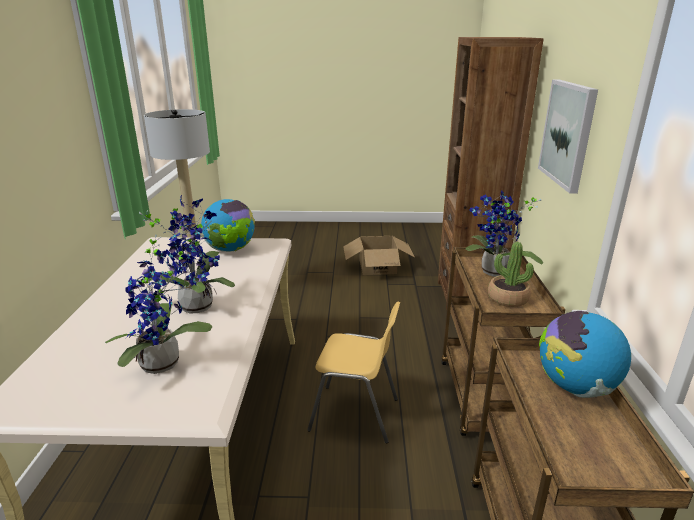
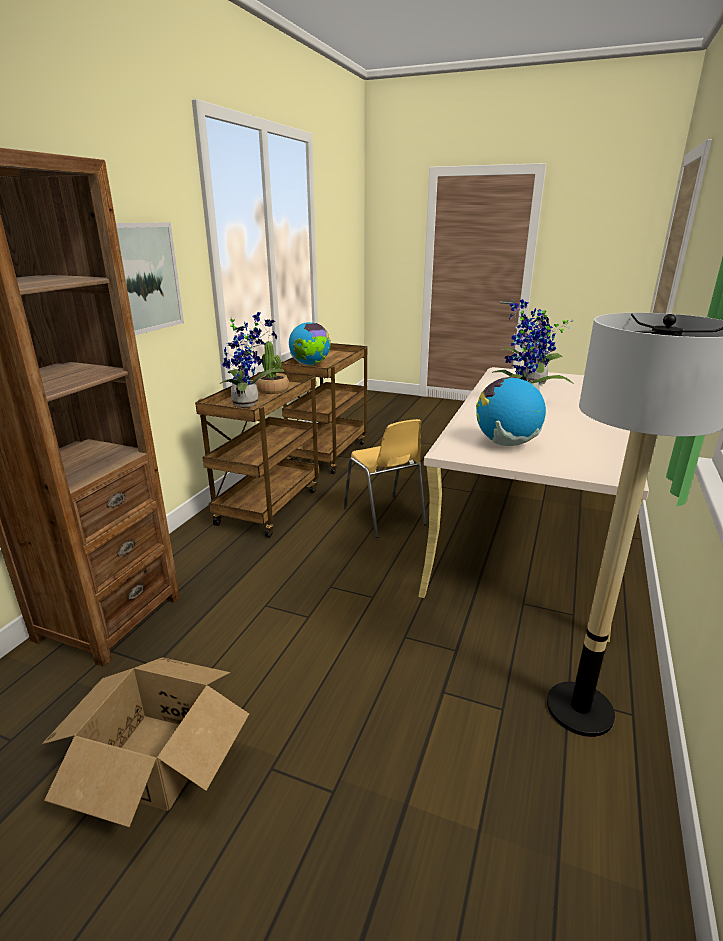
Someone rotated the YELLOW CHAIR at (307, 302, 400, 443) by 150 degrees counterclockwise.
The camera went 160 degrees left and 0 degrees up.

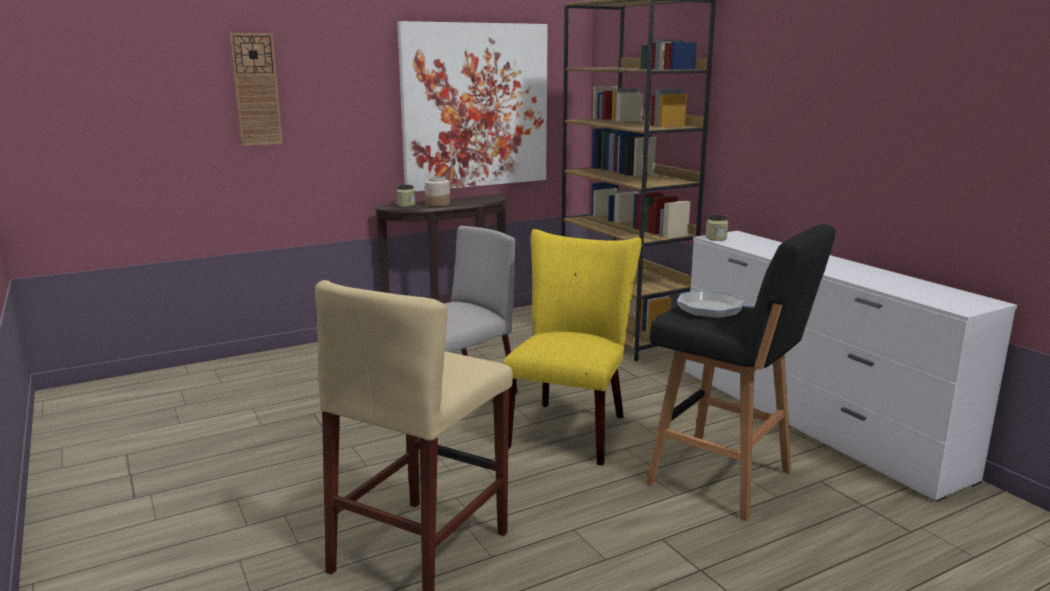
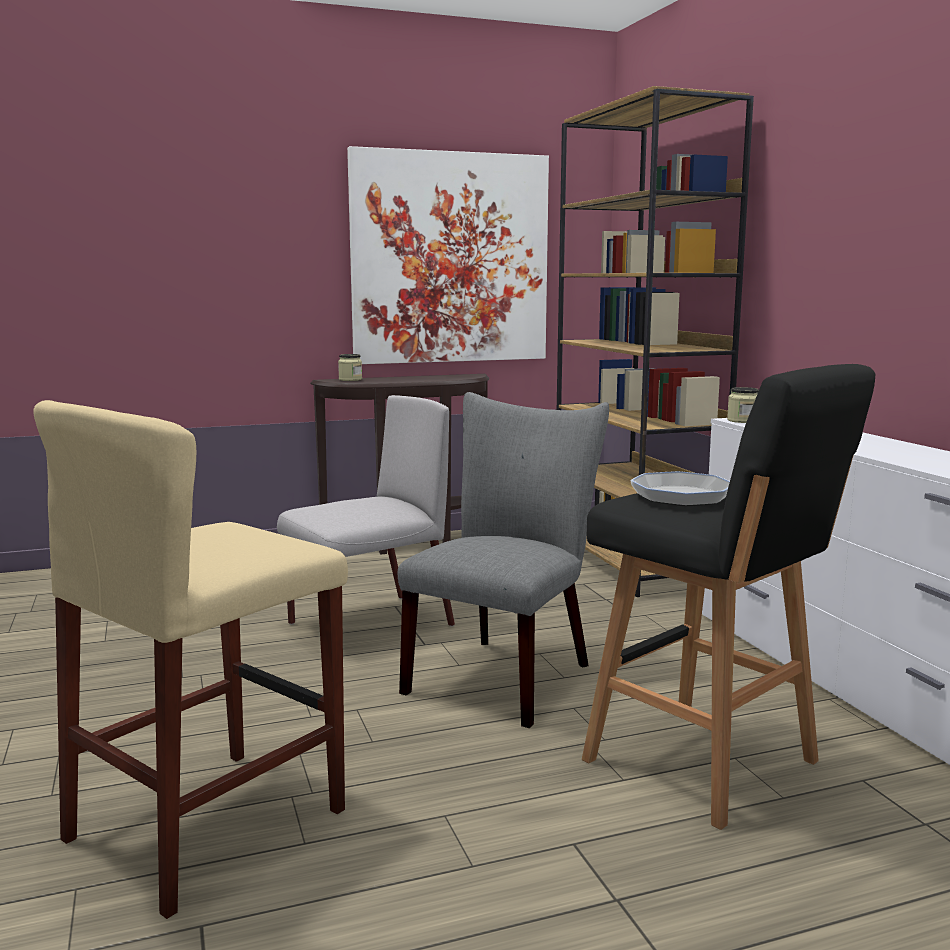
Someone took away the WALL CLOCK at (229, 33, 283, 146).
Someone took away the JAR at (425, 176, 450, 206).
Someone repainted the YELLOW CHAIR at (503, 229, 641, 466), which became the GREY CHAIR at (398, 392, 609, 728).
The camera went 10 degrees right and 5 degrees down.

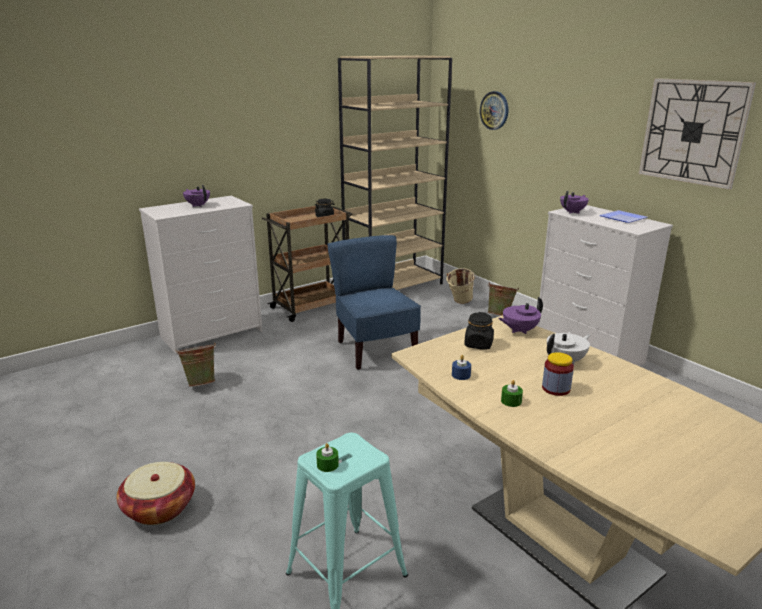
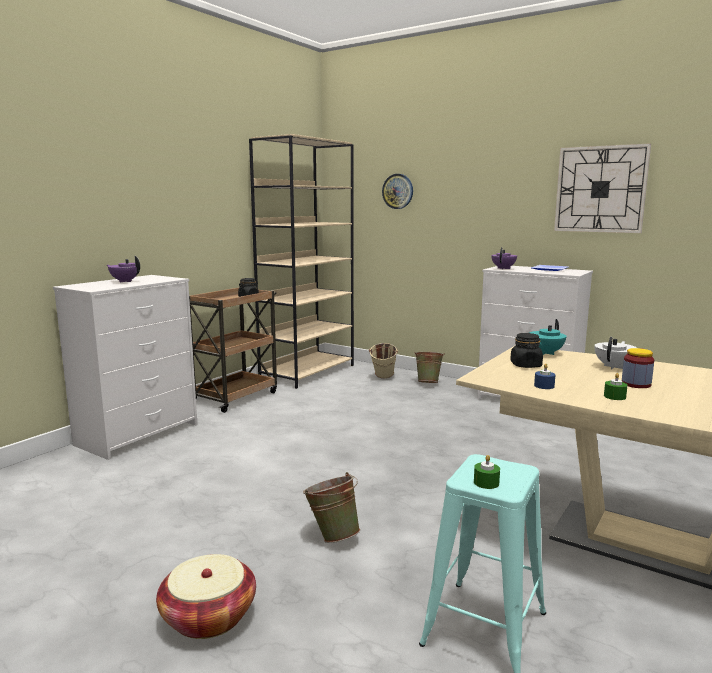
Someone took away the BLUE CHAIR at (327, 235, 421, 370).
Someone repainted the PURPLE TEAPOT at (498, 297, 543, 334), which became the TURQUOISE TEAPOT at (529, 319, 566, 355).
Someone carried the GREEN BUCKET from (175, 342, 216, 387) to (303, 472, 360, 543).
The camera went 20 degrees left and 10 degrees down.

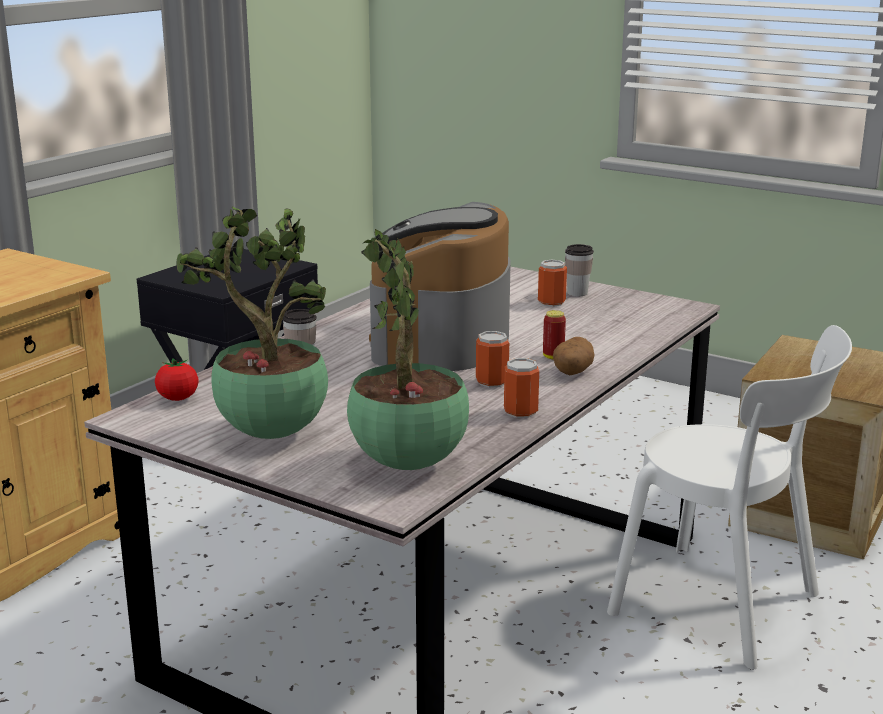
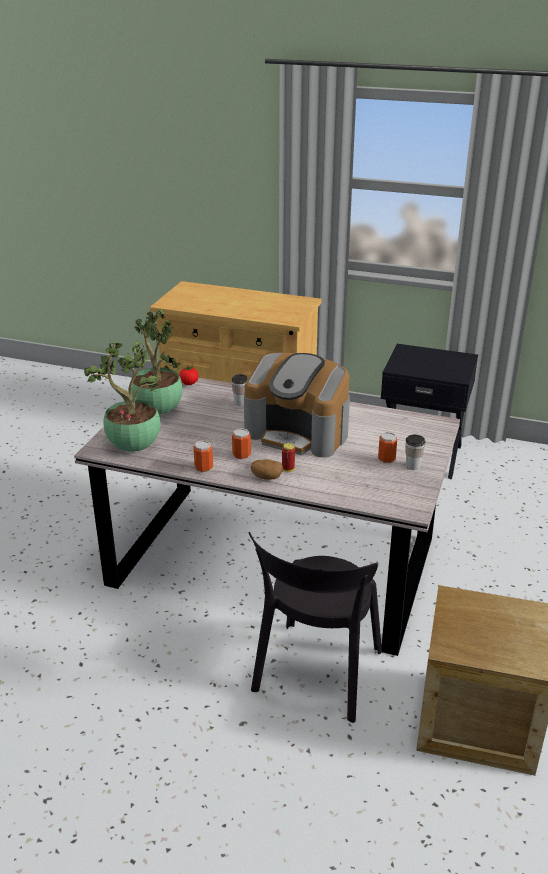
Someone rotated the COFFEE MACHINE at (369, 202, 511, 371) by 150 degrees counterclockwise.
Someone repainted the WHITE CHAIR at (607, 325, 852, 670), which became the BLACK CHAIR at (249, 532, 382, 723).
The camera went 75 degrees right and 10 degrees up.

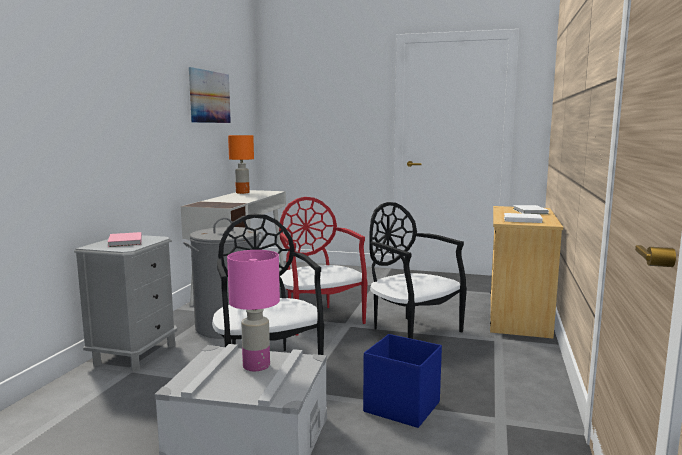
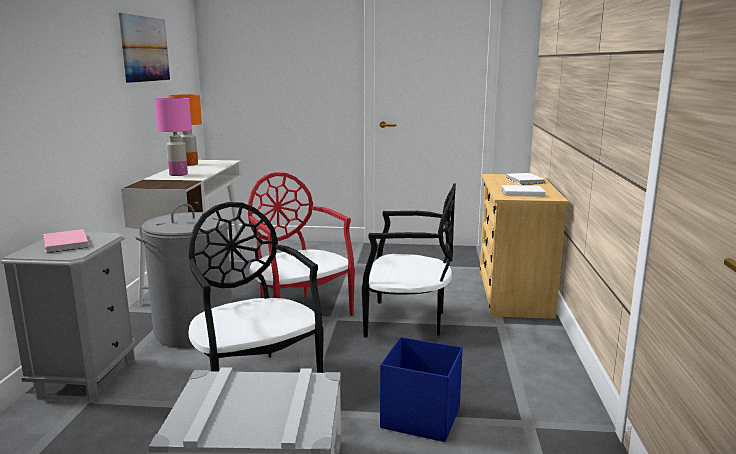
Someone rotated the BLACK CHAIR at (369, 202, 467, 339) by 150 degrees clockwise.
Someone carried the PINK TABLE LAMP from (227, 250, 280, 371) to (155, 98, 192, 176).
The camera went 10 degrees left and 5 degrees up.

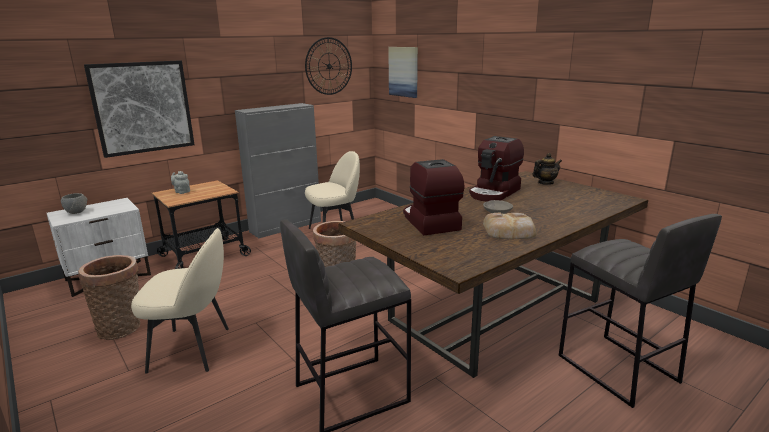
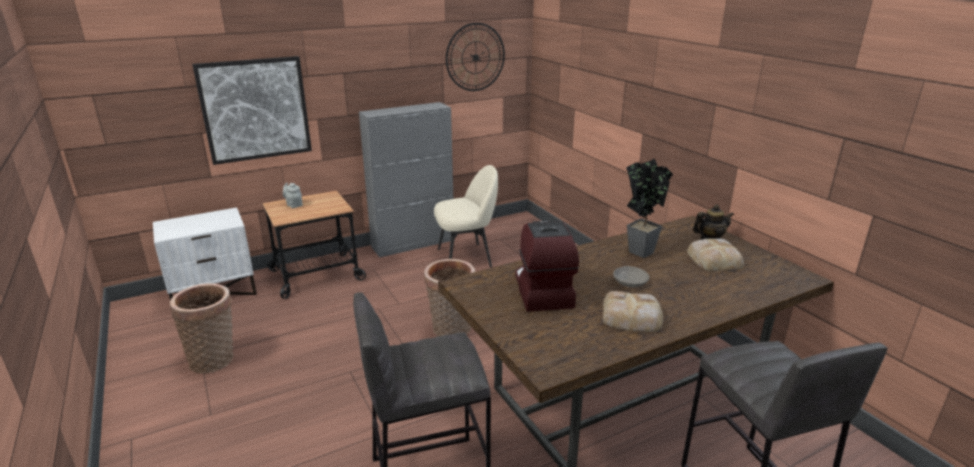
Someone took away the PICTURE at (388, 47, 418, 98).
Someone swapped the COFFEE MACHINE at (469, 136, 524, 202) for the POTTED PLANT at (626, 157, 673, 258).
Someone took away the GREY BOWL at (61, 193, 88, 214).
Someone took away the BEIGE CHAIR at (131, 228, 229, 374).
Someone put down the BREAD at (687, 239, 744, 271).
The camera went 10 degrees right and 5 degrees up.

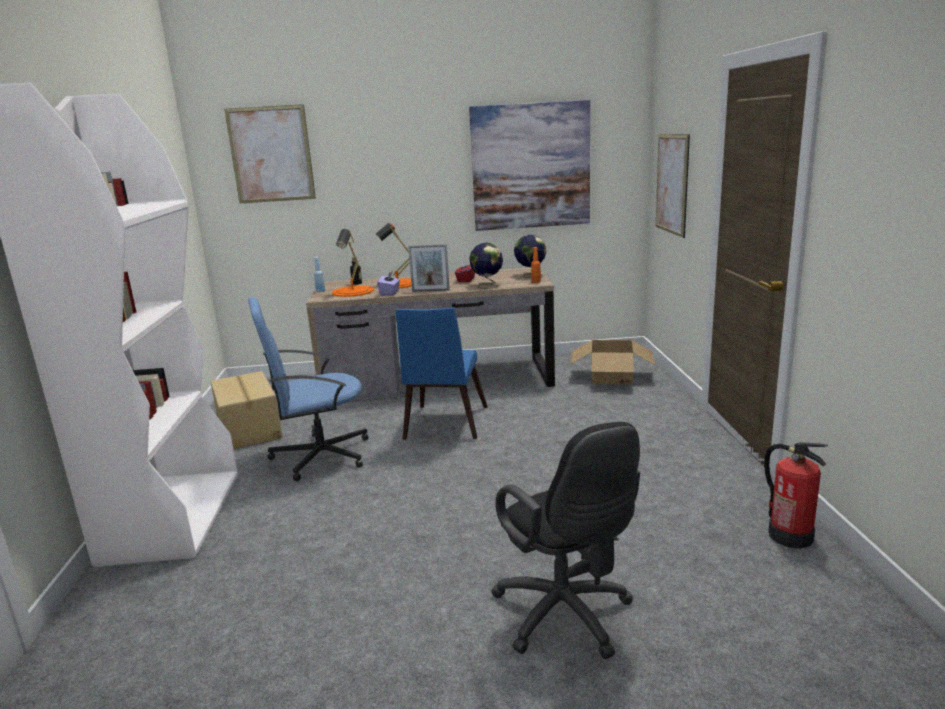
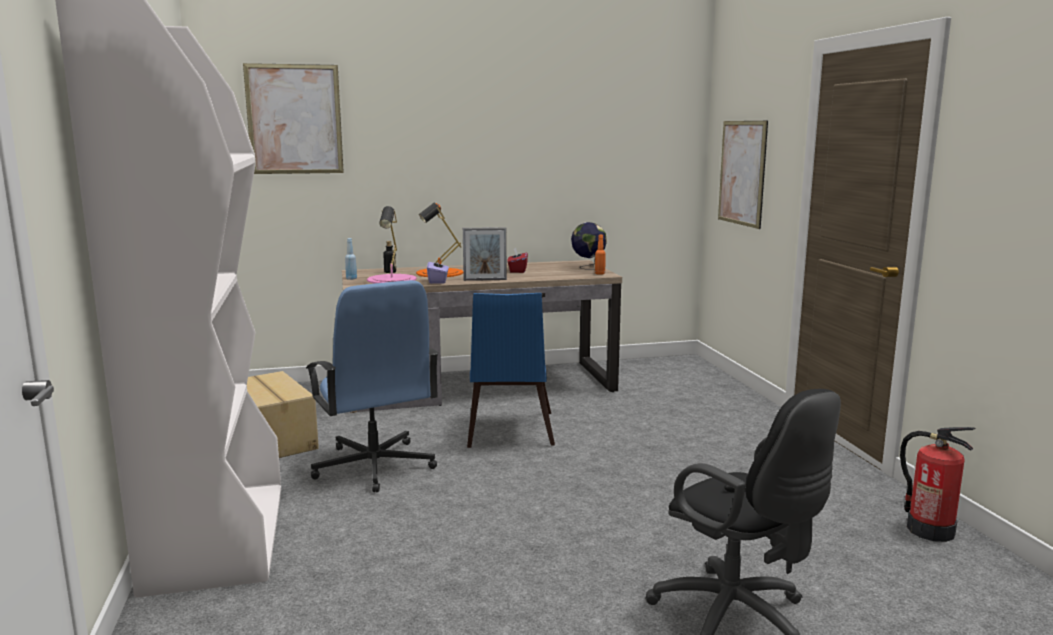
Someone took away the PICTURE at (469, 100, 590, 231).
Someone repainted the ORANGE TABLE LAMP at (332, 229, 374, 297), which became the PINK TABLE LAMP at (367, 206, 417, 284).
Someone took away the GLOBE at (469, 243, 503, 289).
Someone rotated the BLUE OFFICE CHAIR at (248, 297, 369, 481) by 90 degrees counterclockwise.
Someone took away the CARDBOARD BOX at (570, 340, 655, 384).
The camera went 10 degrees left and 5 degrees down.

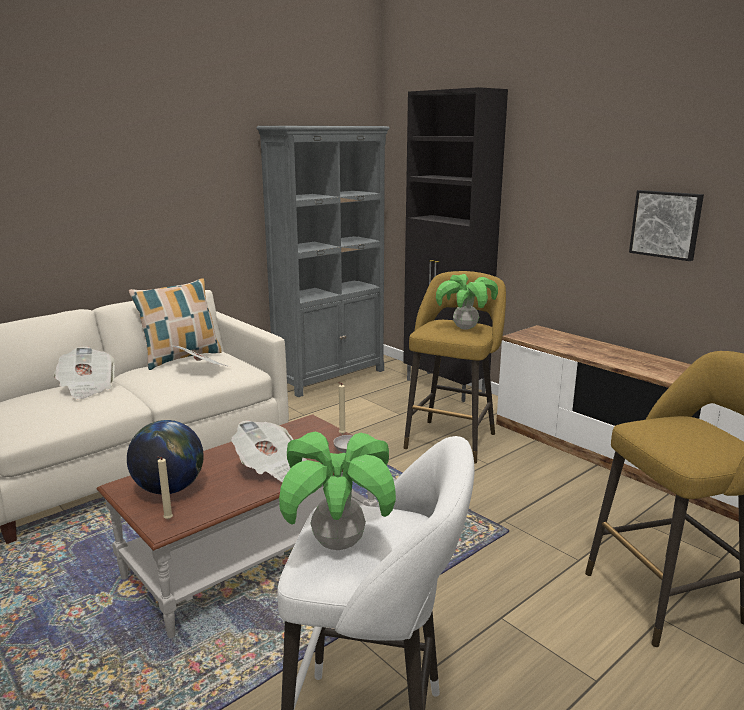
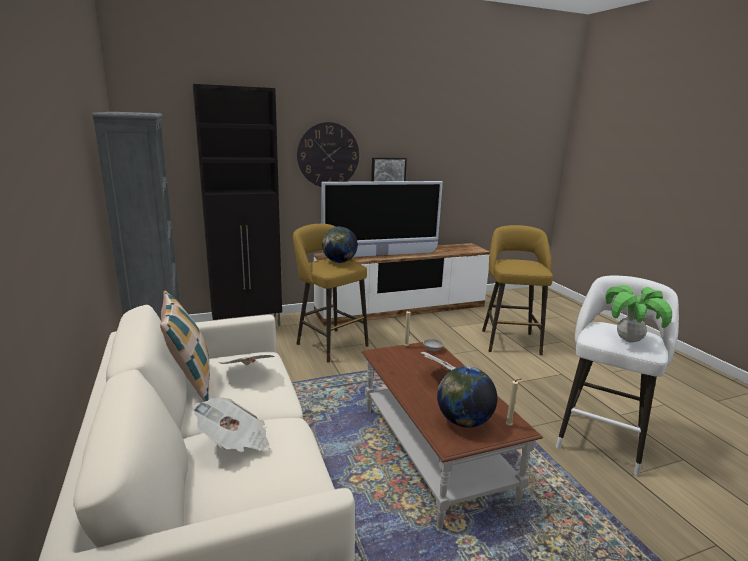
Someone swapped the POTTED PLANT at (436, 274, 498, 330) for the GLOBE at (322, 227, 358, 263).
Someone put up the WALL CLOCK at (297, 122, 359, 187).
Someone put down the TELEVISION at (321, 181, 443, 257).
The camera went 70 degrees left and 0 degrees up.

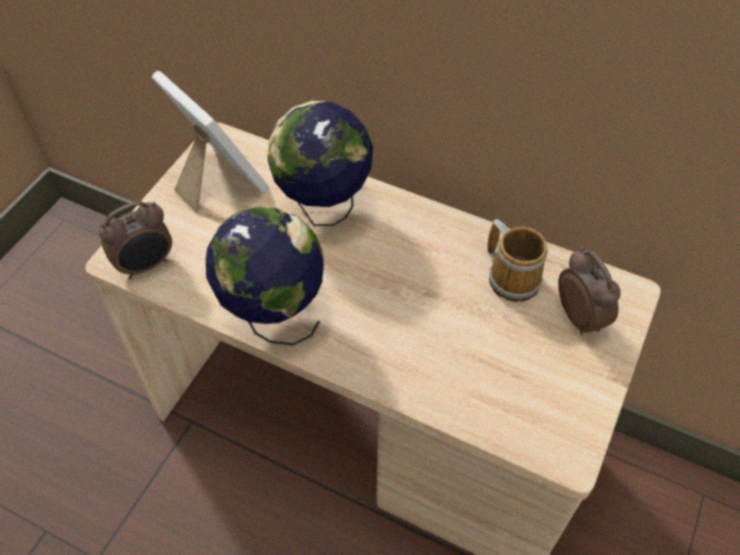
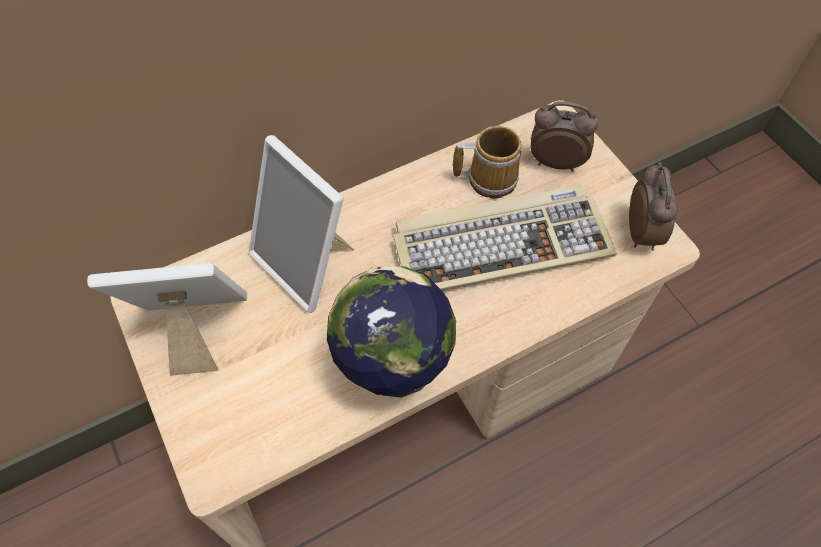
Someone swapped the GLOBE at (268, 101, 373, 226) for the PICTURE FRAME at (249, 135, 354, 313).
Someone carried the ALARM CLOCK from (99, 201, 172, 279) to (629, 162, 678, 251).
Someone put down the KEYBOARD at (393, 185, 617, 291).
The camera went 55 degrees left and 5 degrees up.

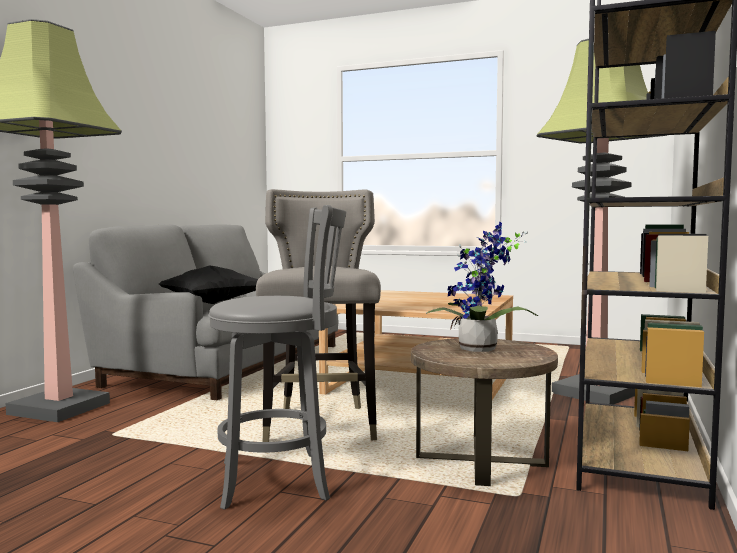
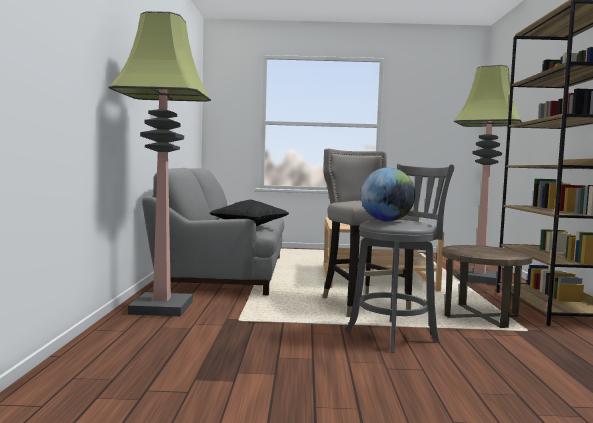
Someone took away the POTTED PLANT at (426, 221, 538, 352).
Someone put down the GLOBE at (361, 168, 415, 222).
The camera went 20 degrees left and 0 degrees up.

